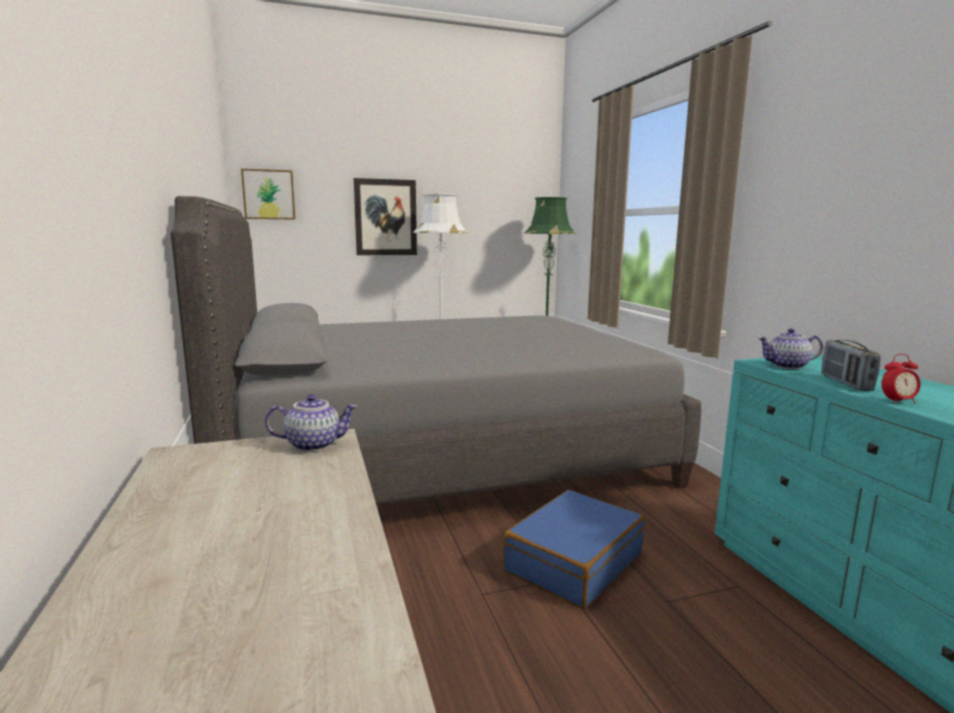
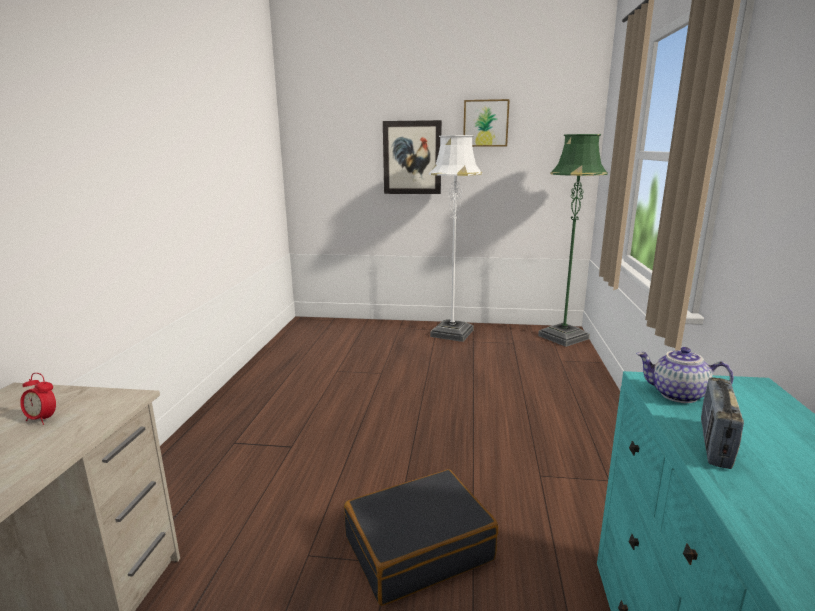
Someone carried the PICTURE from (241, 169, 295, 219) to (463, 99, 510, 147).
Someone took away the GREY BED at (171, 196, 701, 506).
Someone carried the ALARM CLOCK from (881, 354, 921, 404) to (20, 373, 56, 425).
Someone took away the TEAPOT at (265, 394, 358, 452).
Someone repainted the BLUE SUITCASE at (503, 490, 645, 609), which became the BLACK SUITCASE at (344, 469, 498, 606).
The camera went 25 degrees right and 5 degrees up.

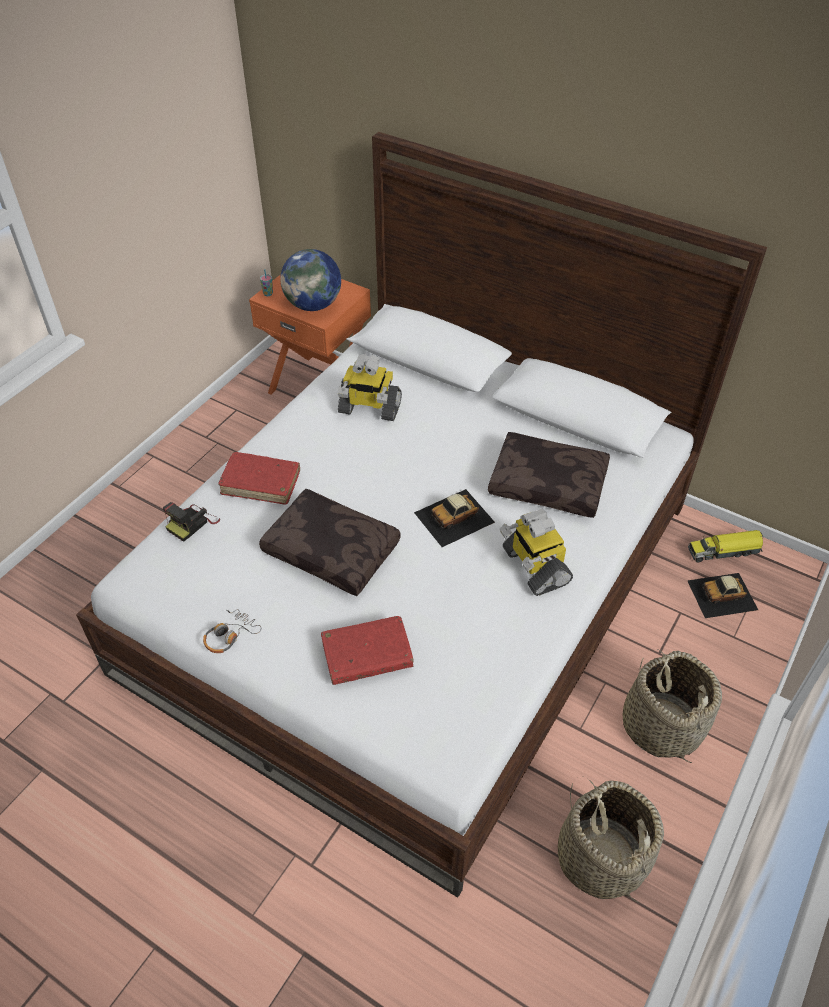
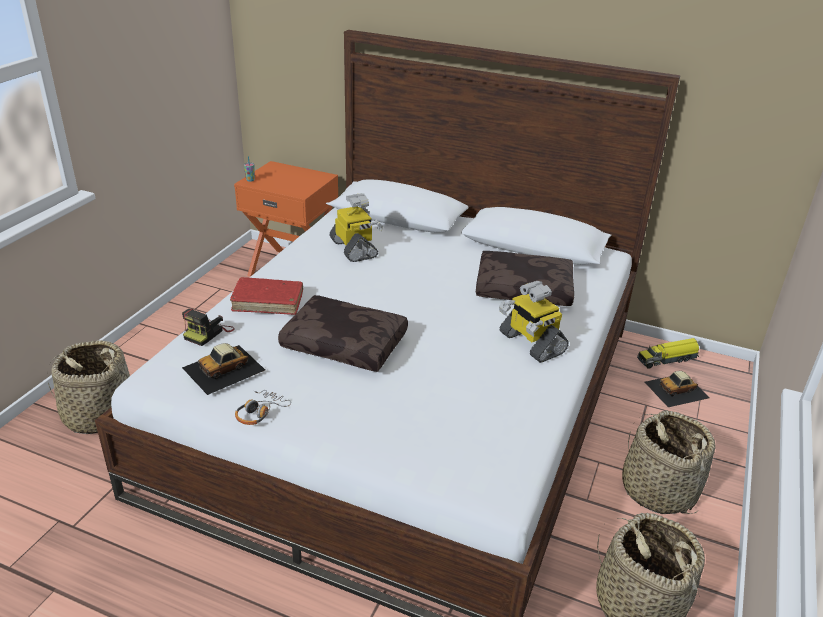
Someone took away the GLOBE at (280, 249, 341, 311).
Someone rotated the TOY ROBOT at (338, 354, 402, 421) by 120 degrees counterclockwise.
Someone carried the TOY CAR from (414, 489, 495, 547) to (182, 343, 265, 395).
Someone took away the RED BOOK at (321, 616, 414, 685).
Someone put down the BASKET at (47, 340, 130, 434).
The camera went 10 degrees left and 15 degrees down.

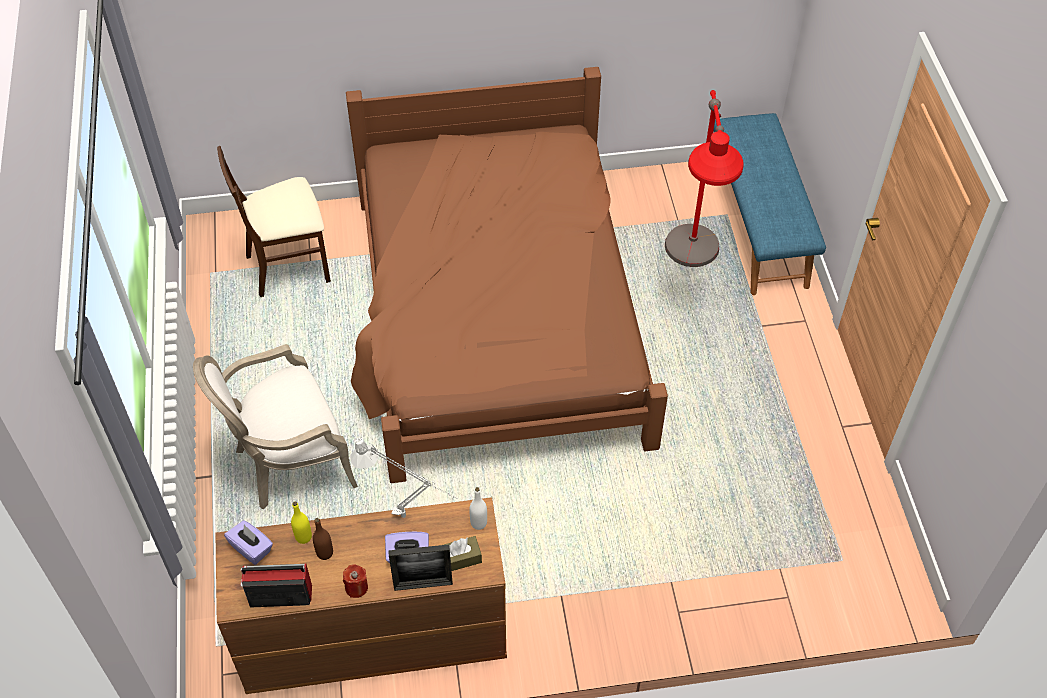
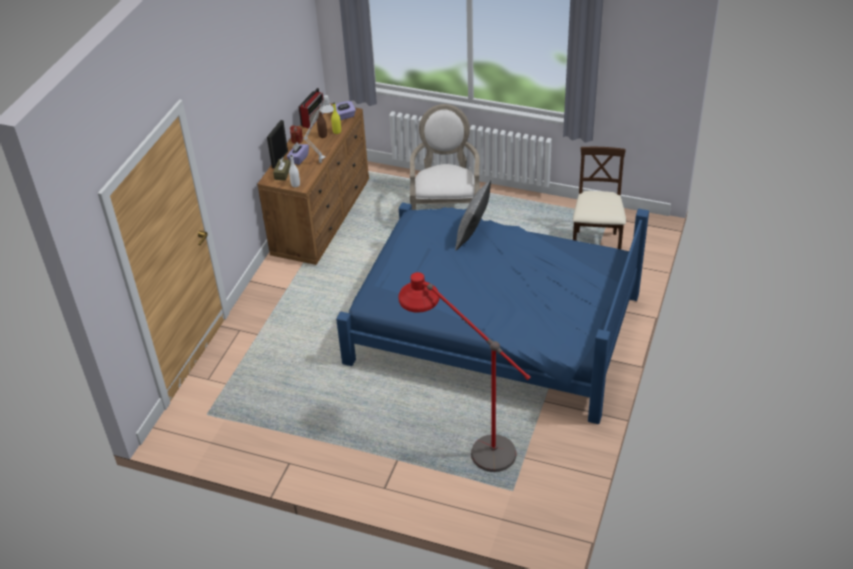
Someone repainted the BROWN BED at (346, 67, 668, 483), which became the BLUE BED at (336, 202, 649, 424).
Someone took away the BLUE BENCH at (713, 113, 826, 295).
Someone put down the GREY PILLOW at (455, 180, 491, 250).
The camera went 120 degrees right and 10 degrees down.

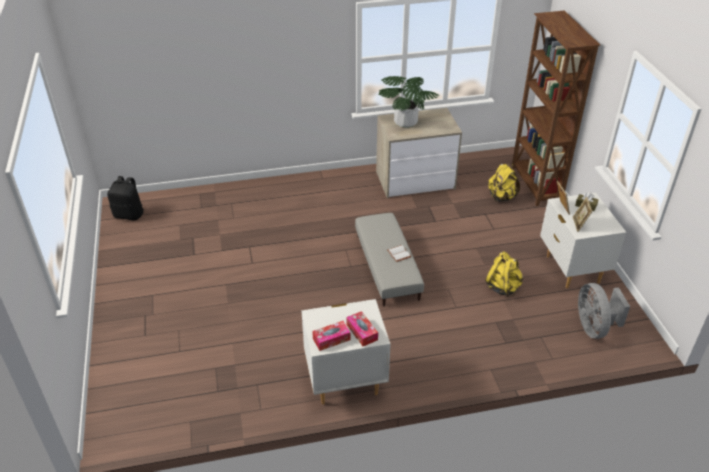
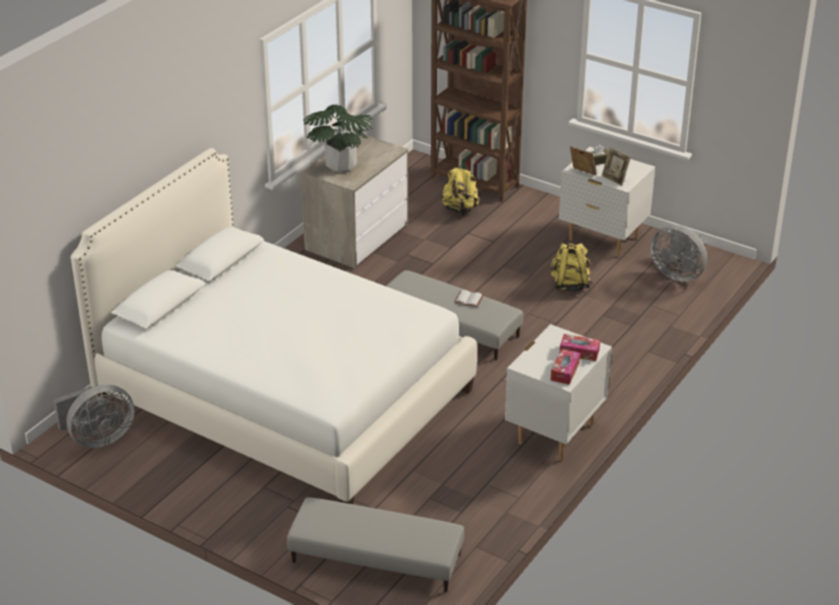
Someone swapped the BLACK BACKPACK at (107, 176, 144, 220) for the GREY FAN at (54, 385, 135, 448).
Someone put down the WHITE BED at (71, 148, 477, 504).
Someone put down the GREY OTTOMAN at (287, 497, 464, 592).
The camera went 45 degrees left and 5 degrees down.

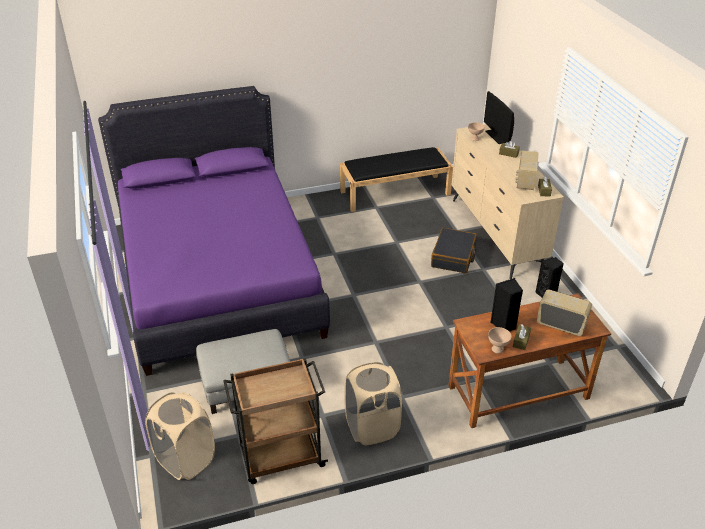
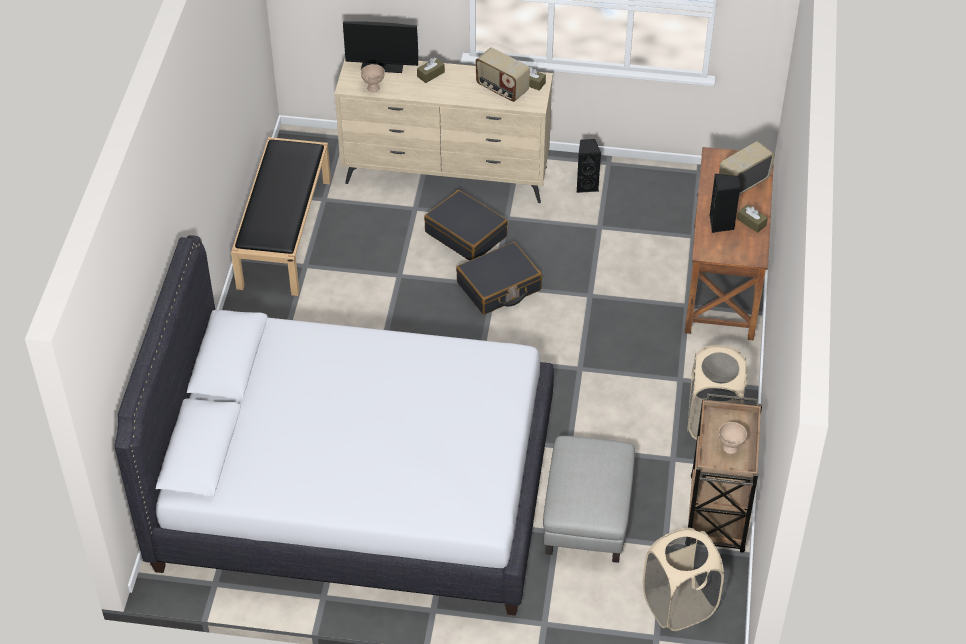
Someone repainted the PURPLE BED at (98, 86, 330, 376), which became the WHITE BED at (114, 235, 554, 616).
Someone carried the BEIGE BOWL from (488, 327, 512, 354) to (719, 422, 747, 454).
Someone put down the BLACK SUITCASE at (456, 242, 542, 314).
The camera went 65 degrees left and 10 degrees up.

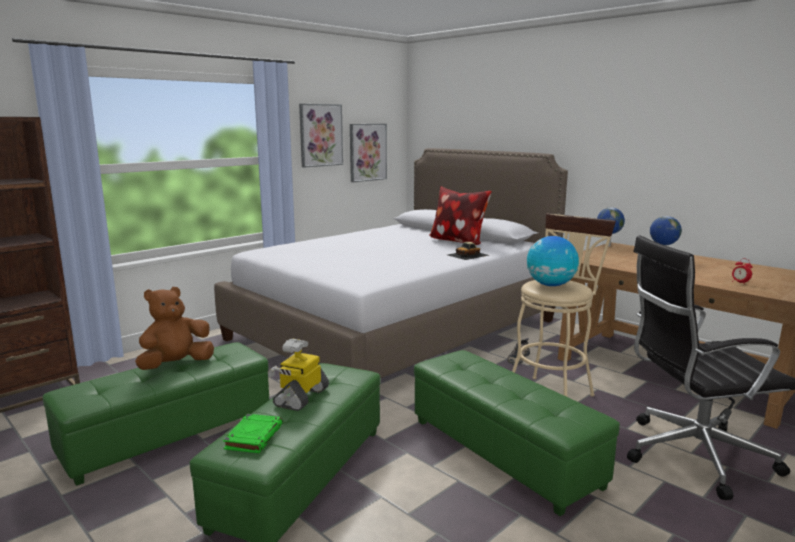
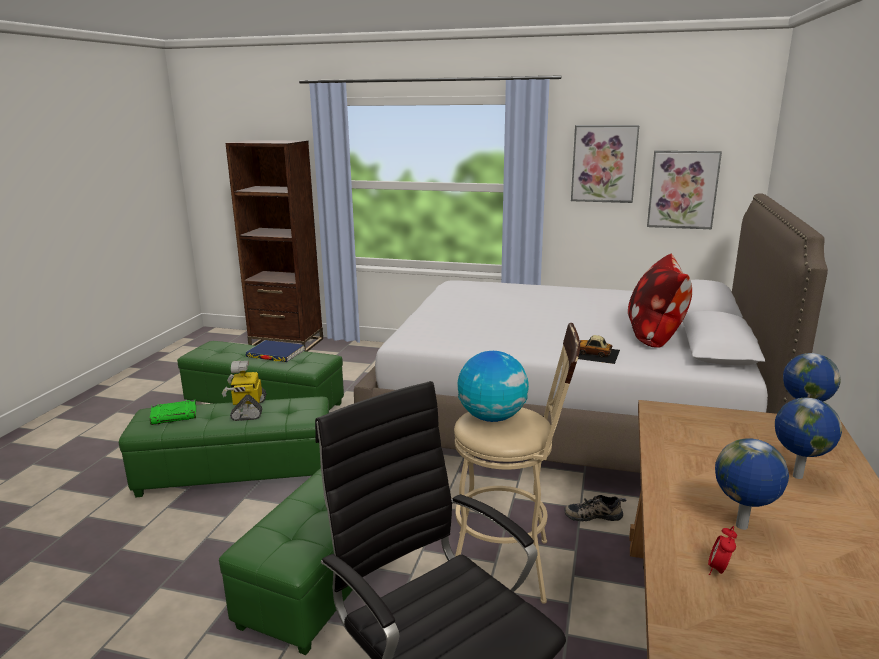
Someone swapped the BROWN PLUSH TOY at (135, 287, 214, 370) for the BLUE BOOK at (246, 340, 305, 362).
Someone rotated the TOY ROBOT at (268, 339, 329, 411) by 90 degrees counterclockwise.
Someone put down the GLOBE at (715, 438, 789, 530).
The camera went 60 degrees right and 5 degrees up.

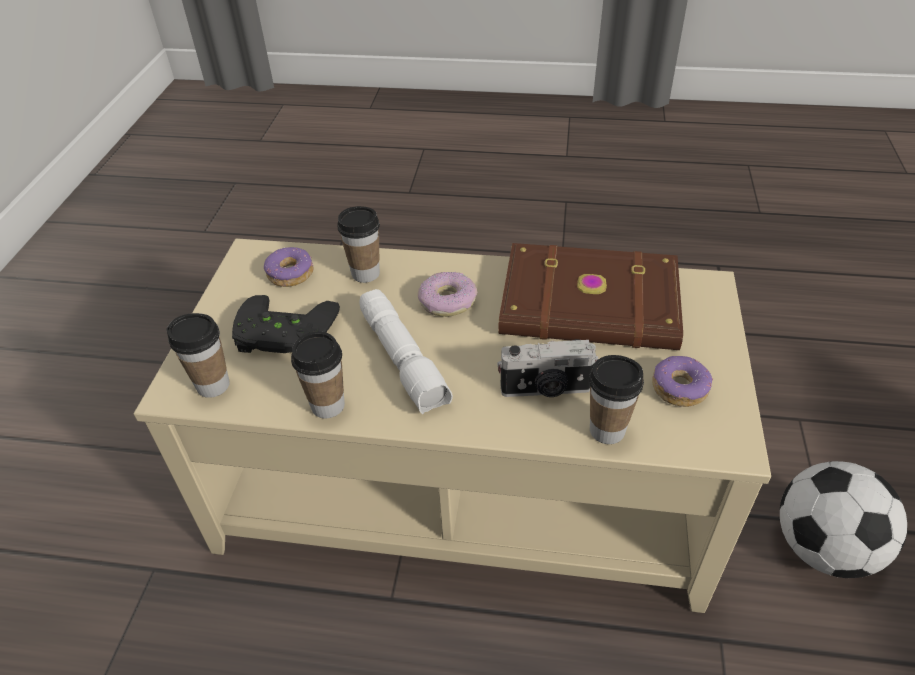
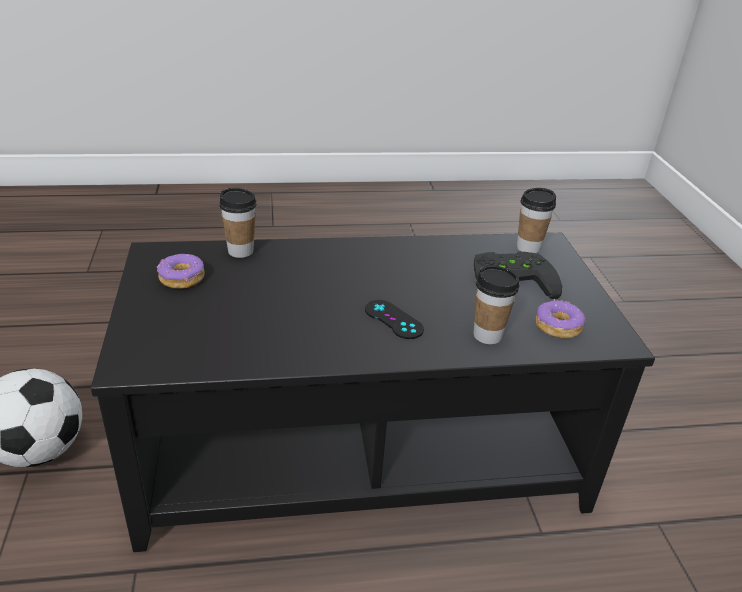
Someone repainted the BEIGE COFFEE TABLE at (134, 238, 771, 613), which became the BLACK COFFEE TABLE at (91, 233, 655, 552).
Someone took away the BROWN BOOK at (498, 243, 683, 350).
Someone swapped the DONUT at (418, 272, 478, 317) for the BLACK GAME CONTROLLER at (365, 300, 424, 339).
Someone took away the WHITE FLASHLIGHT at (360, 289, 453, 414).
Someone took away the CUP at (291, 331, 345, 418).
Someone took away the PHOTO CAMERA at (497, 339, 598, 397).
The camera went 160 degrees right and 10 degrees down.

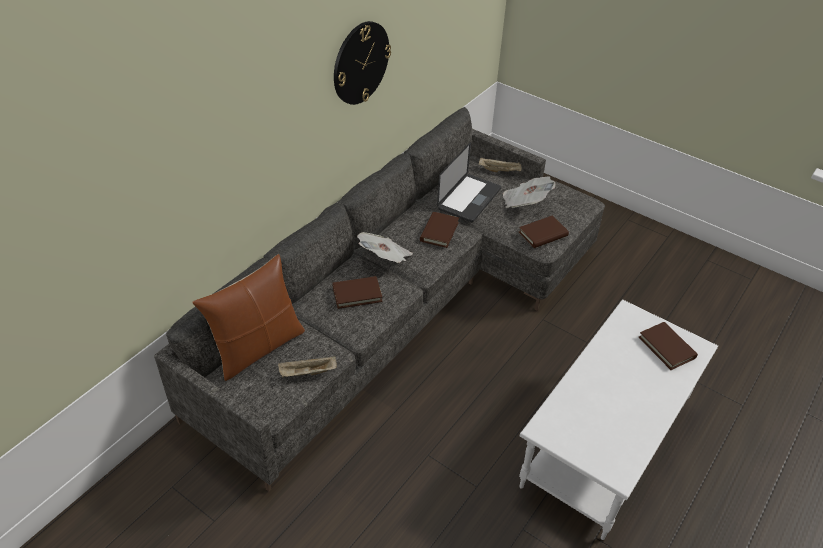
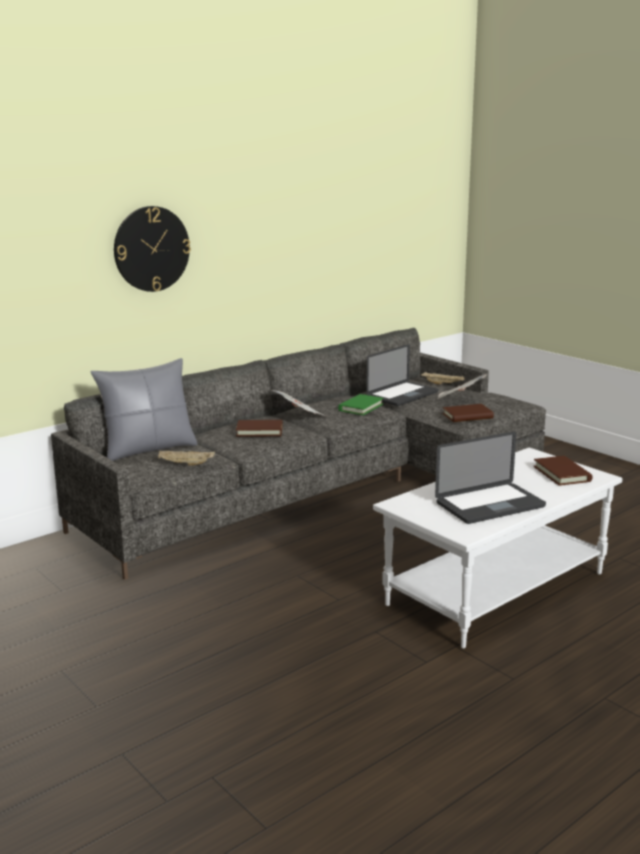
Someone carried the WALL CLOCK from (334, 21, 391, 105) to (114, 206, 191, 292).
Someone repainted the BROWN BOOK at (420, 212, 459, 248), which became the GREEN BOOK at (338, 394, 384, 415).
Someone repainted the BROWN PILLOW at (192, 254, 305, 381), which became the GREY PILLOW at (91, 358, 198, 461).
Someone put down the LAPTOP at (435, 432, 546, 524).
The camera went 15 degrees right and 25 degrees down.

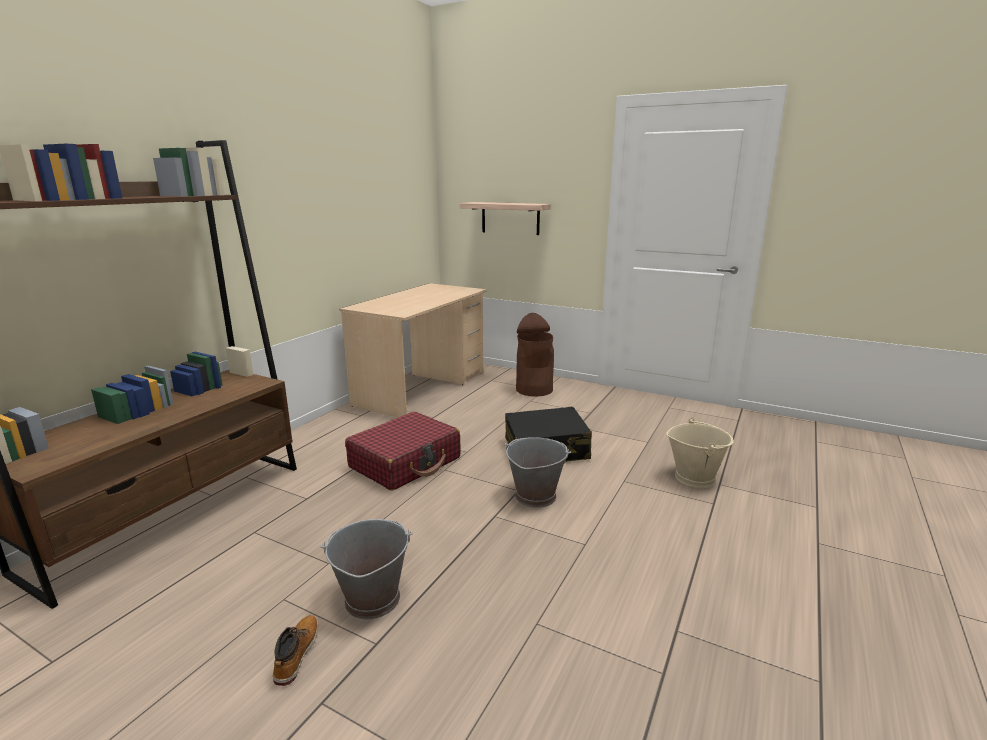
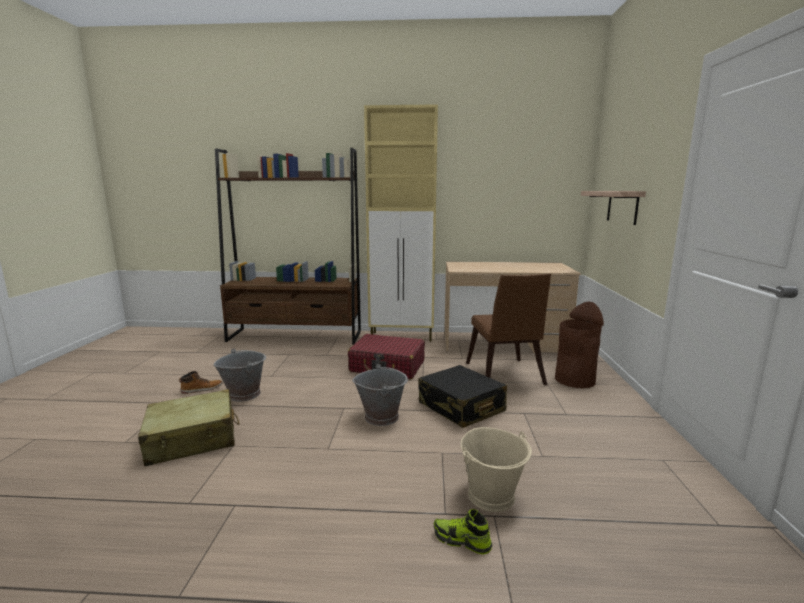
Someone put down the BEIGE CABINET at (364, 104, 438, 341).
Someone put down the BROWN CHAIR at (466, 274, 551, 385).
Someone put down the BEIGE SUITCASE at (138, 389, 240, 466).
Someone put down the SHOE at (433, 509, 492, 555).
The camera went 65 degrees right and 5 degrees down.

